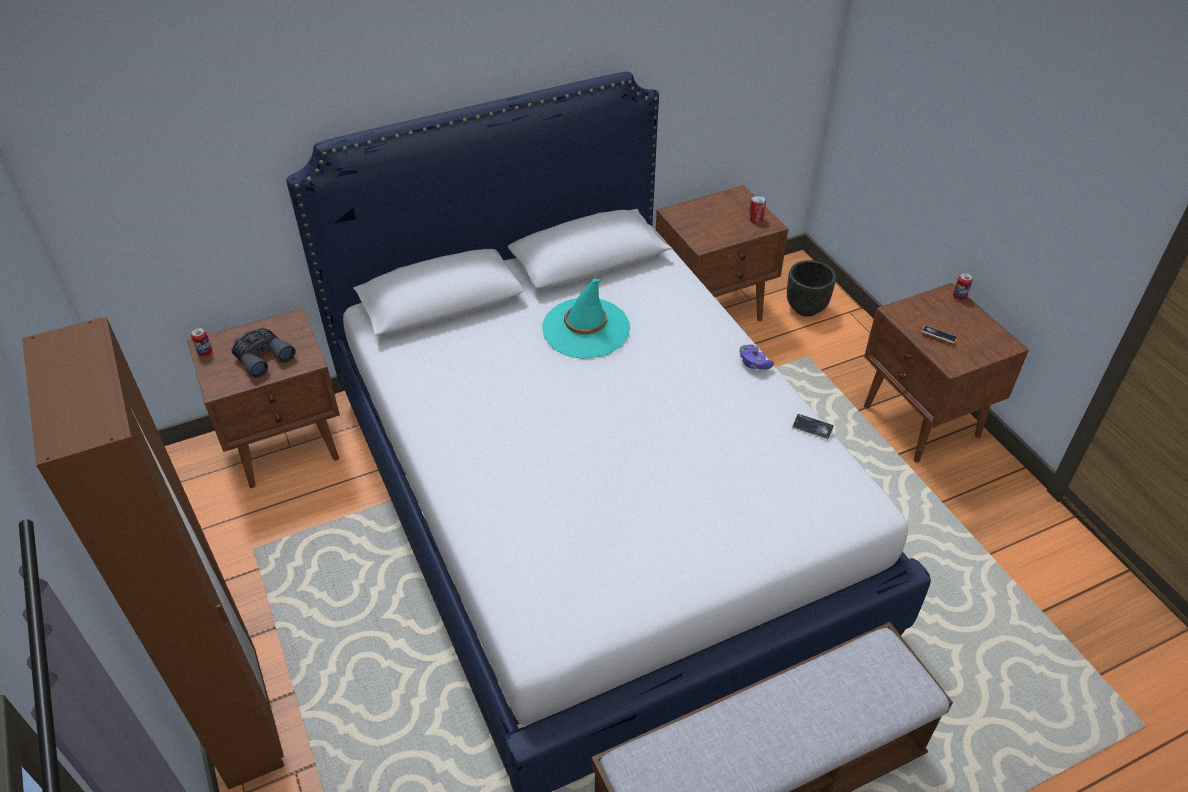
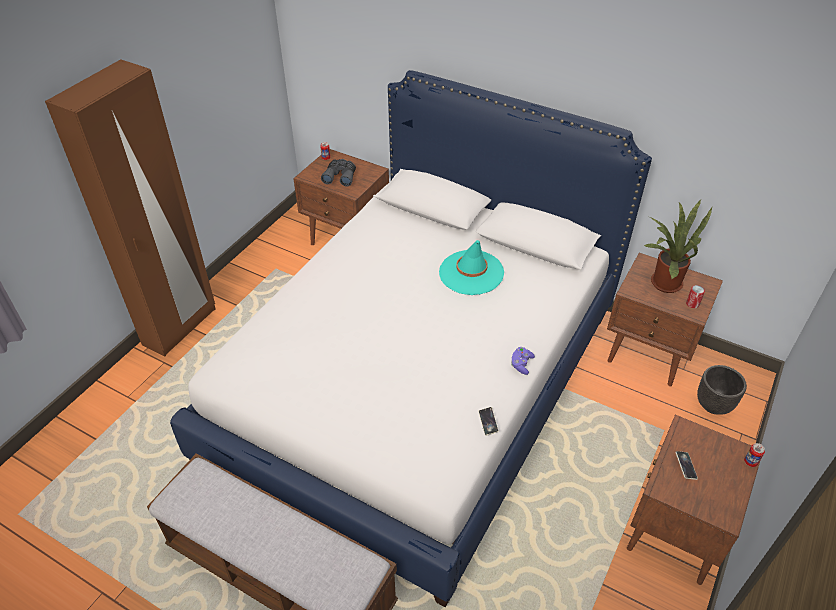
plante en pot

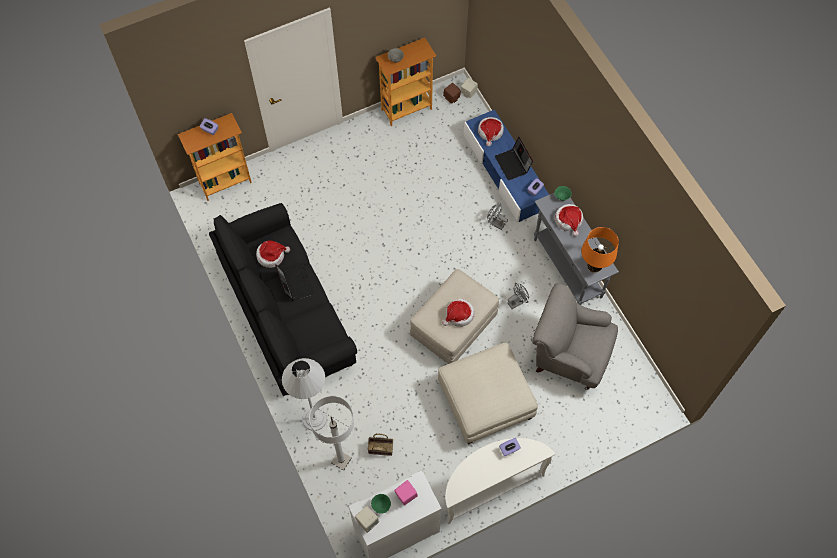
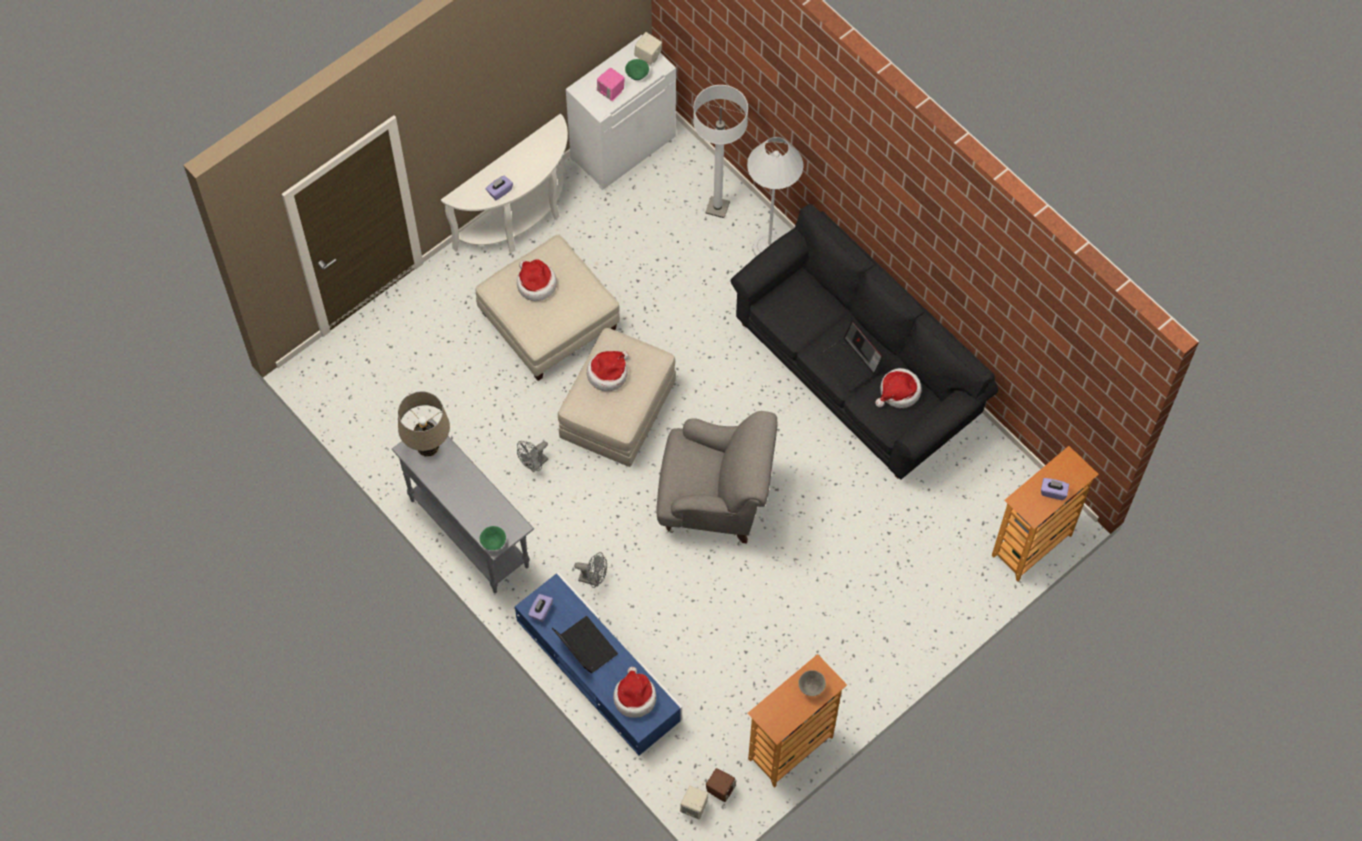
panier; fauteuil/gris; chapeau (no. 1 from left); lampe de table/beige

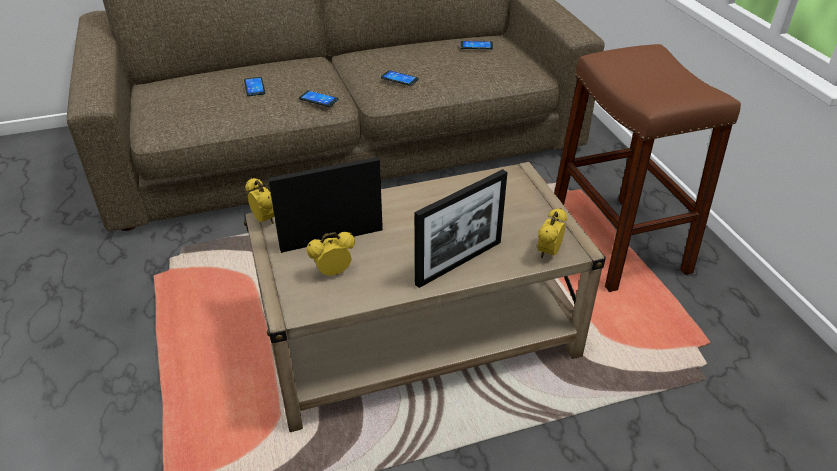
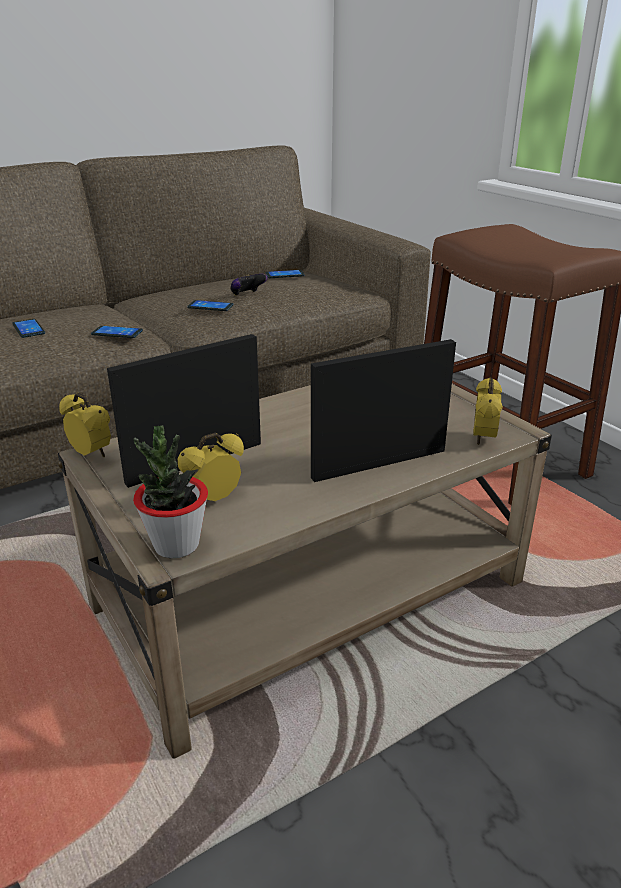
cadre photo (no. 2 from left); plante en pot; manette

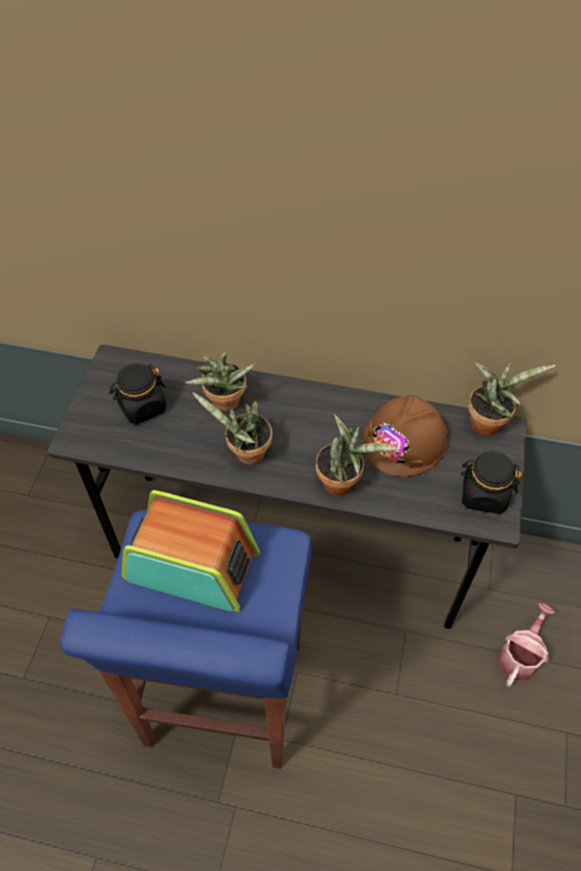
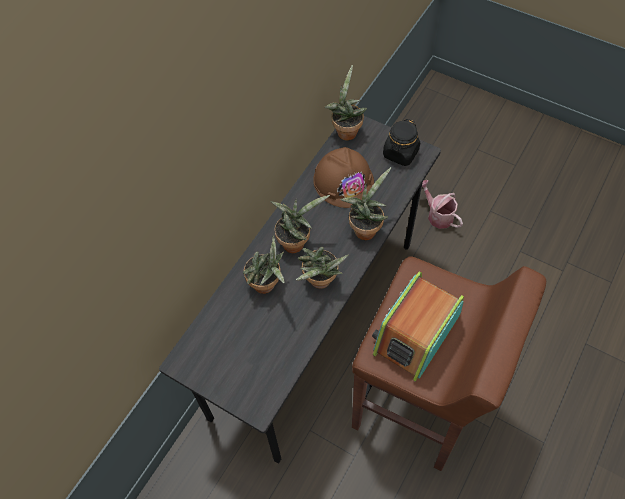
tabouret/marron; bocal/noir (no. 1 from left in the first image); plante en pot (no. 2 from left)

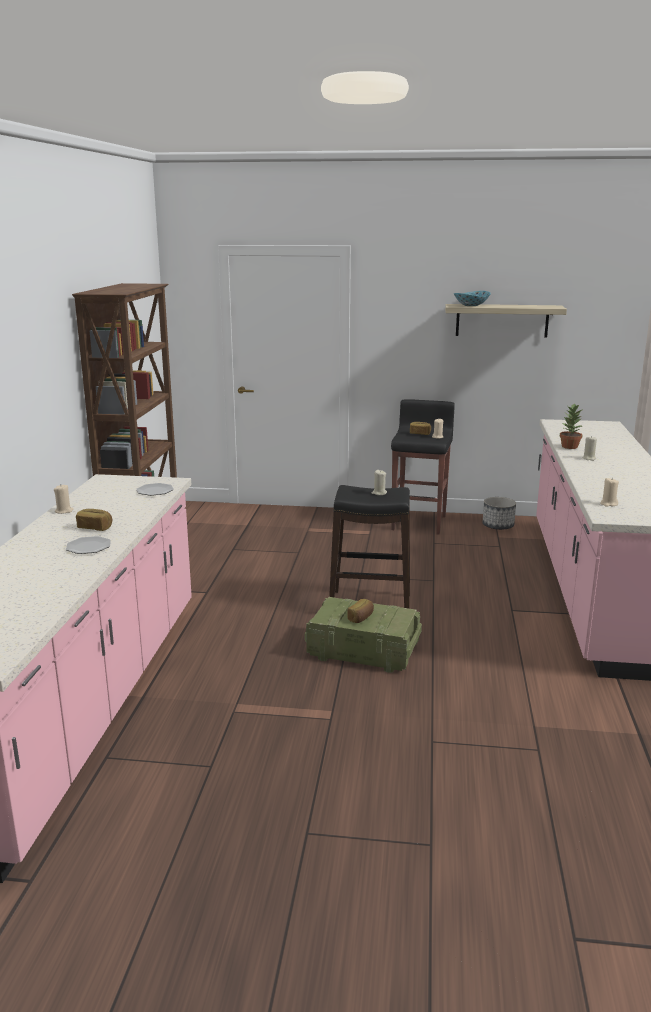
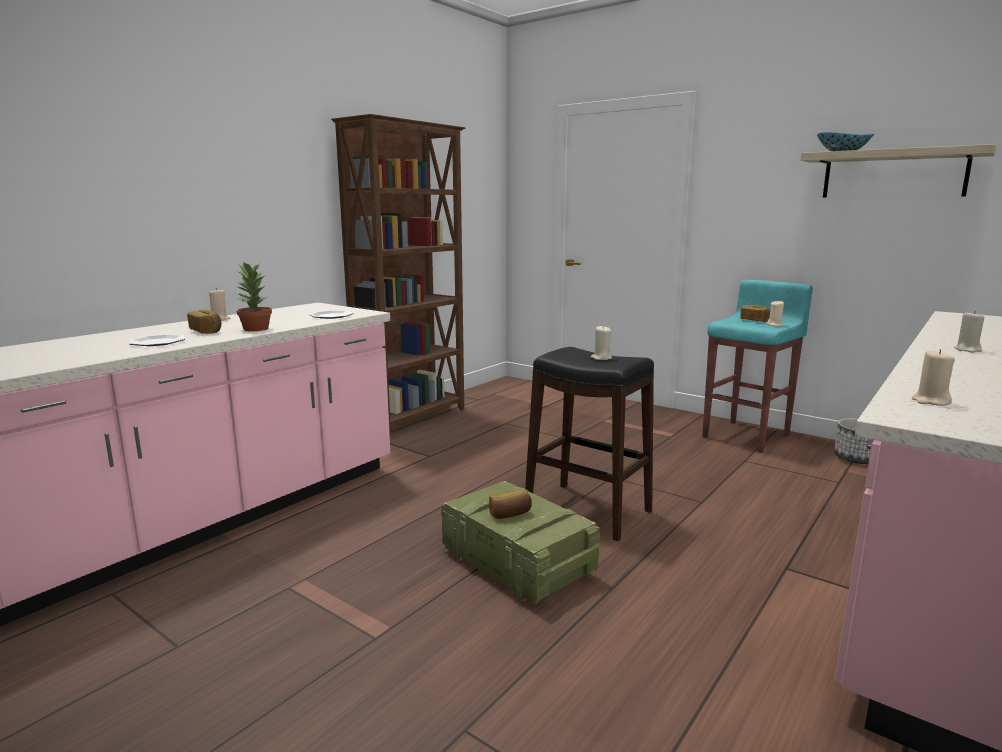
tabouret/turquoise; plante en pot

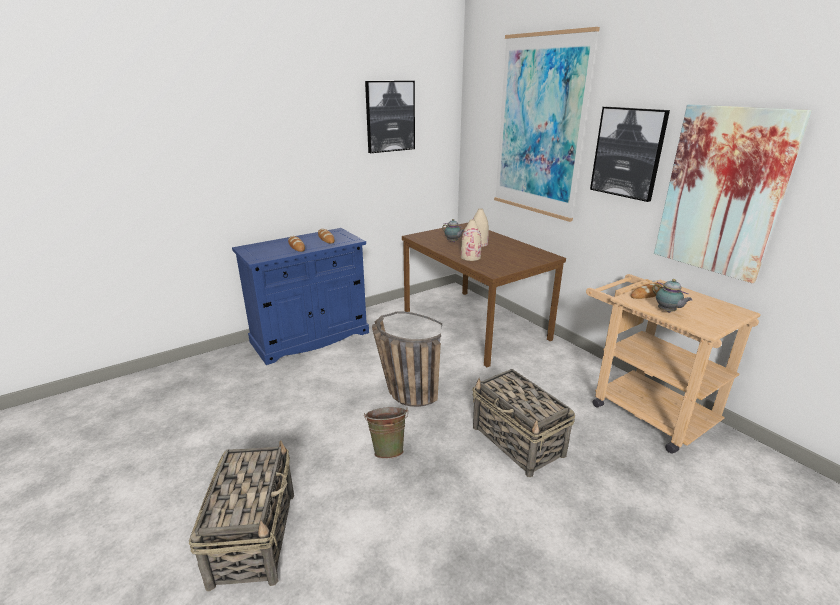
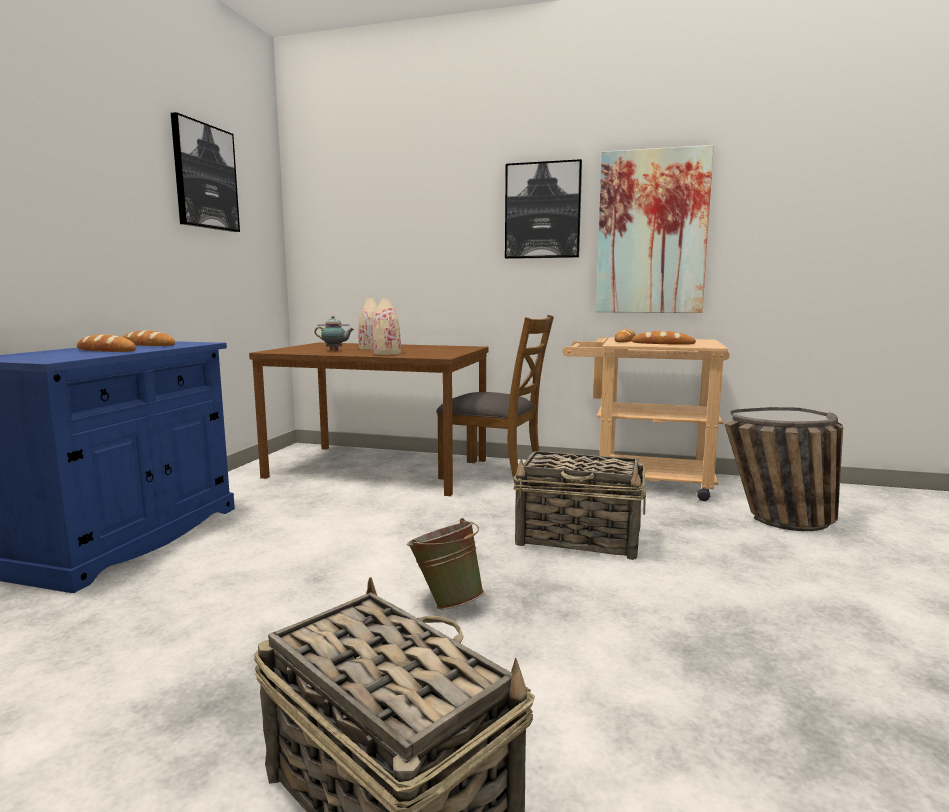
panier (no. 3 from left); tableau (no. 2 from left in the first image); pain (no. 4 from left); chaise/marron

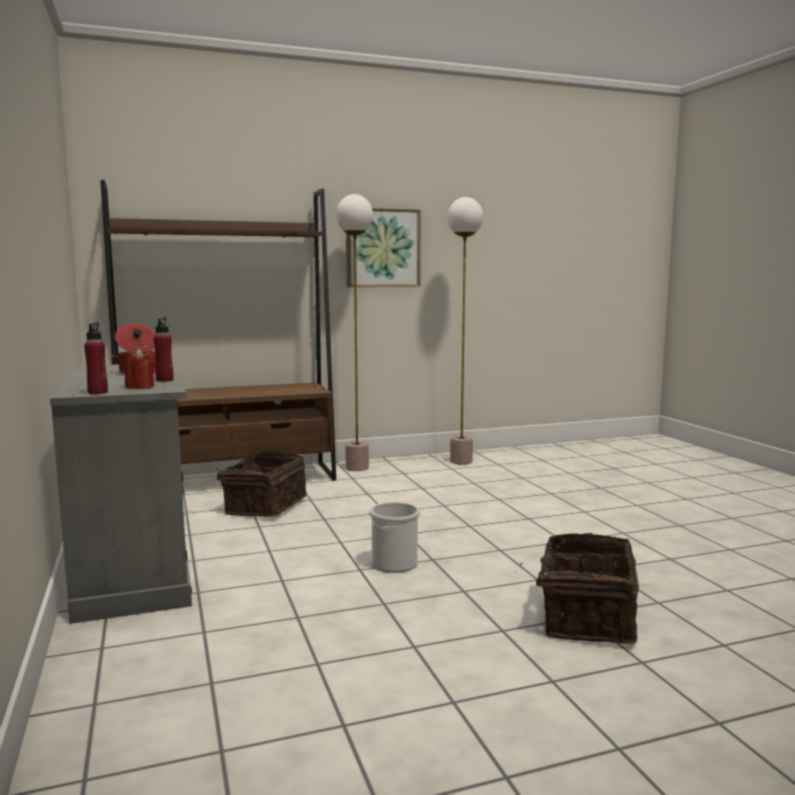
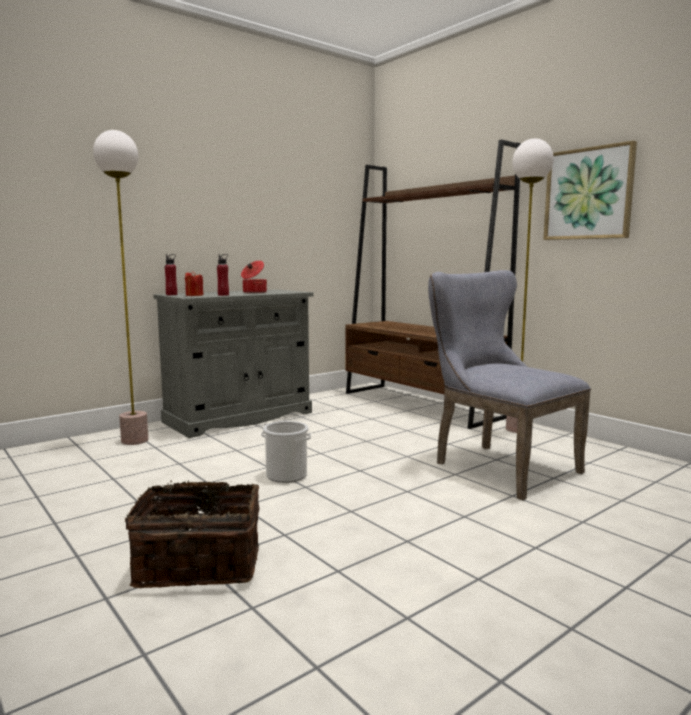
panier (no. 1 from left in the first image); lampadaire (no. 1 from left); chaise/gris

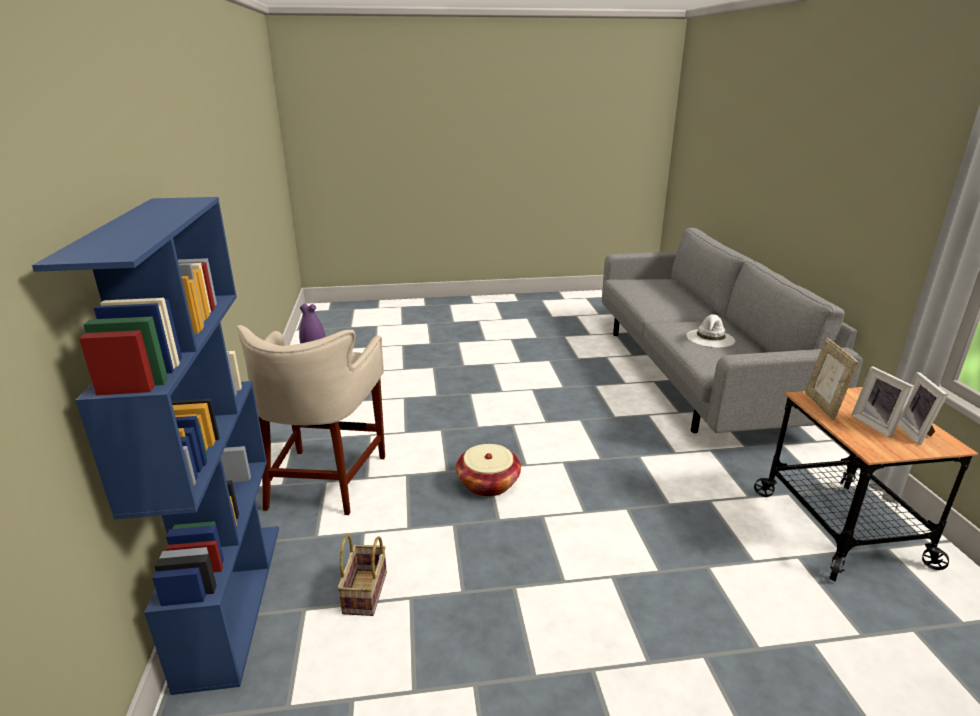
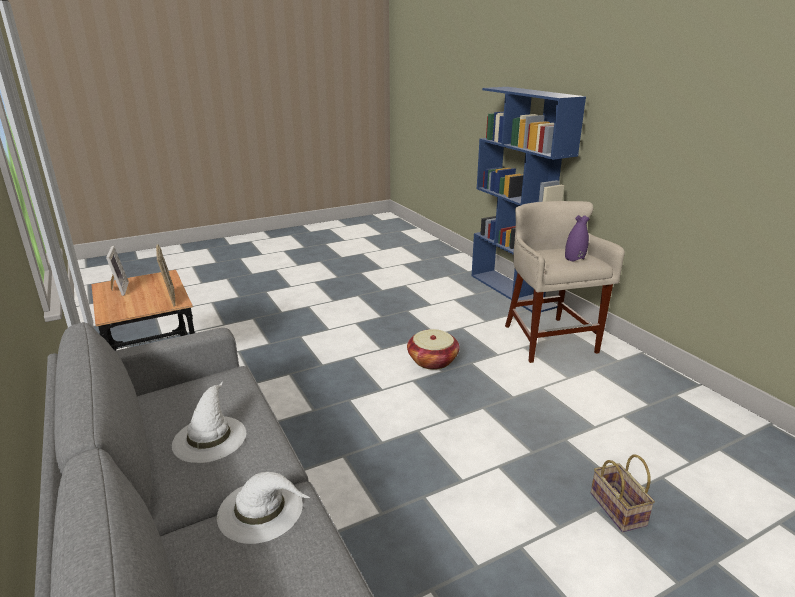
panier (no. 2 from left); cadre photo (no. 2 from left in the first image); chapeau/blanc (no. 2 from left)

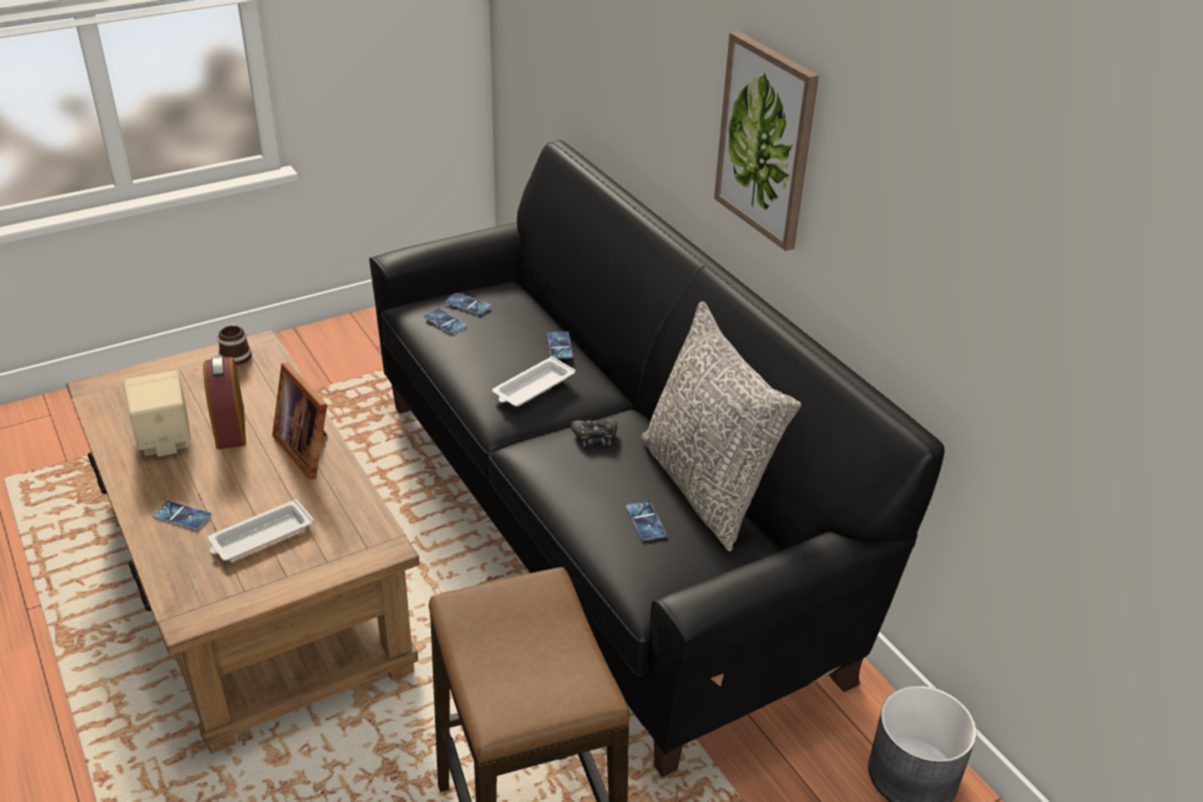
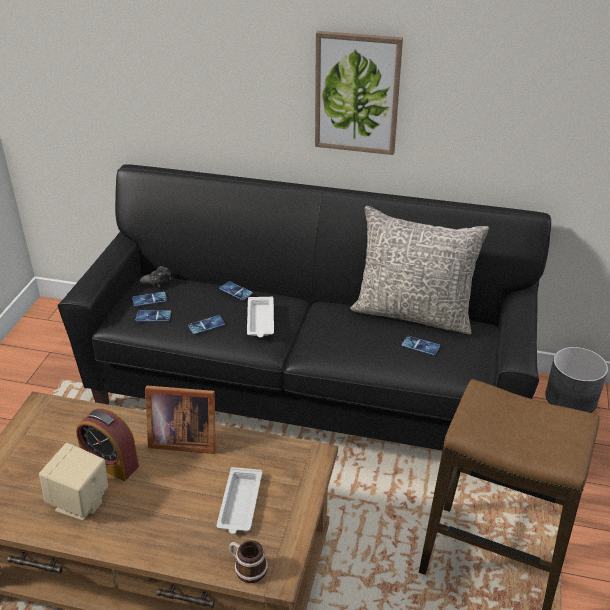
téléphone (no. 3 from left); mug; manette/noir

